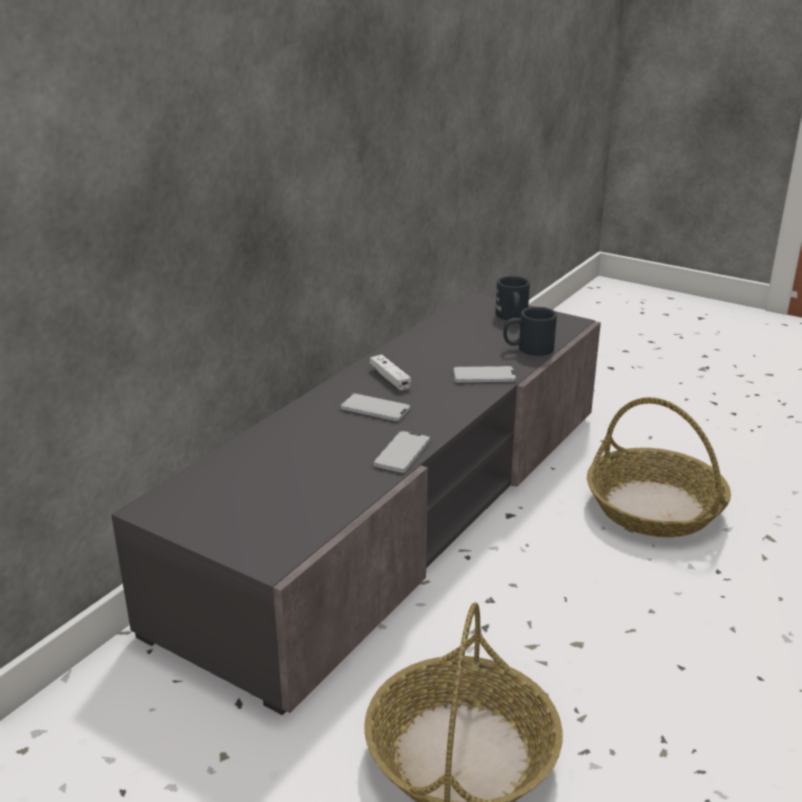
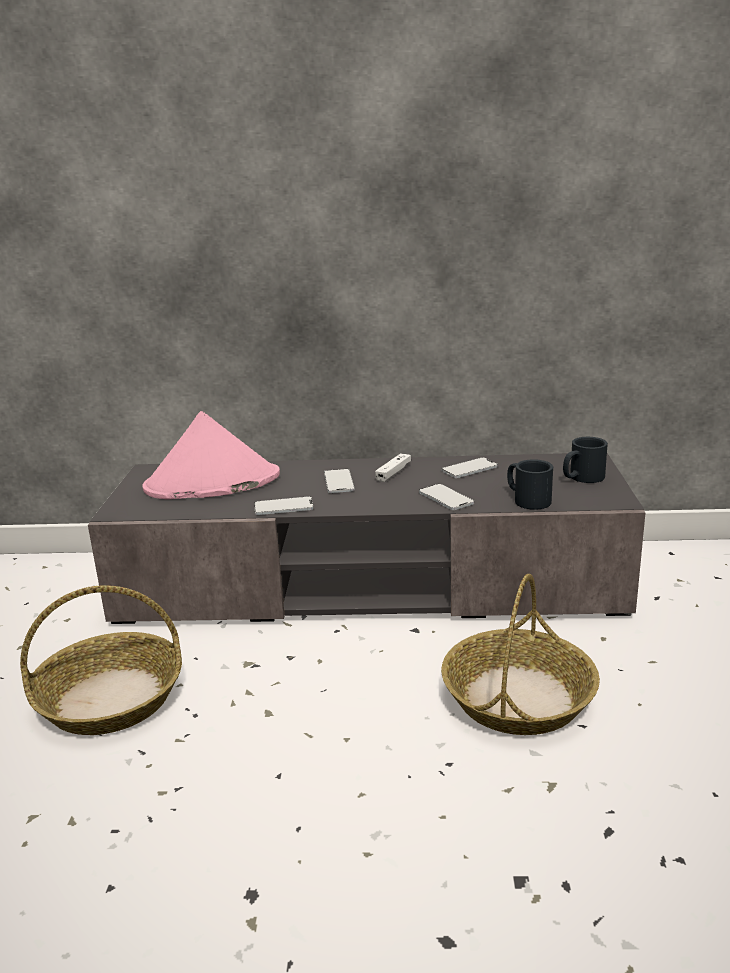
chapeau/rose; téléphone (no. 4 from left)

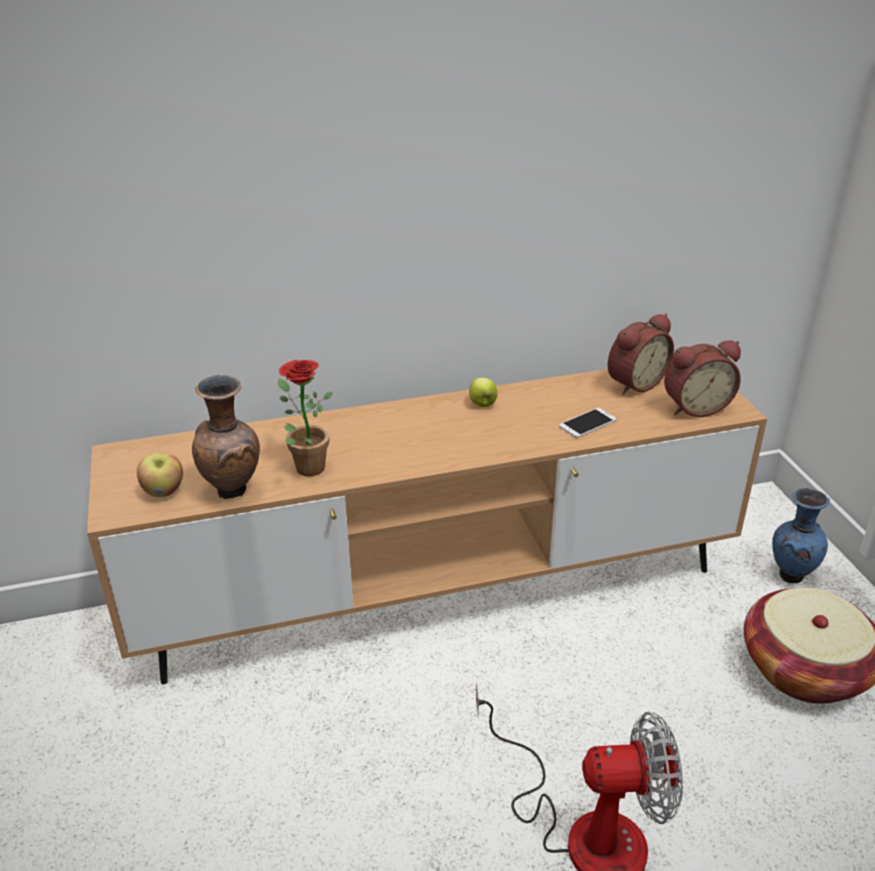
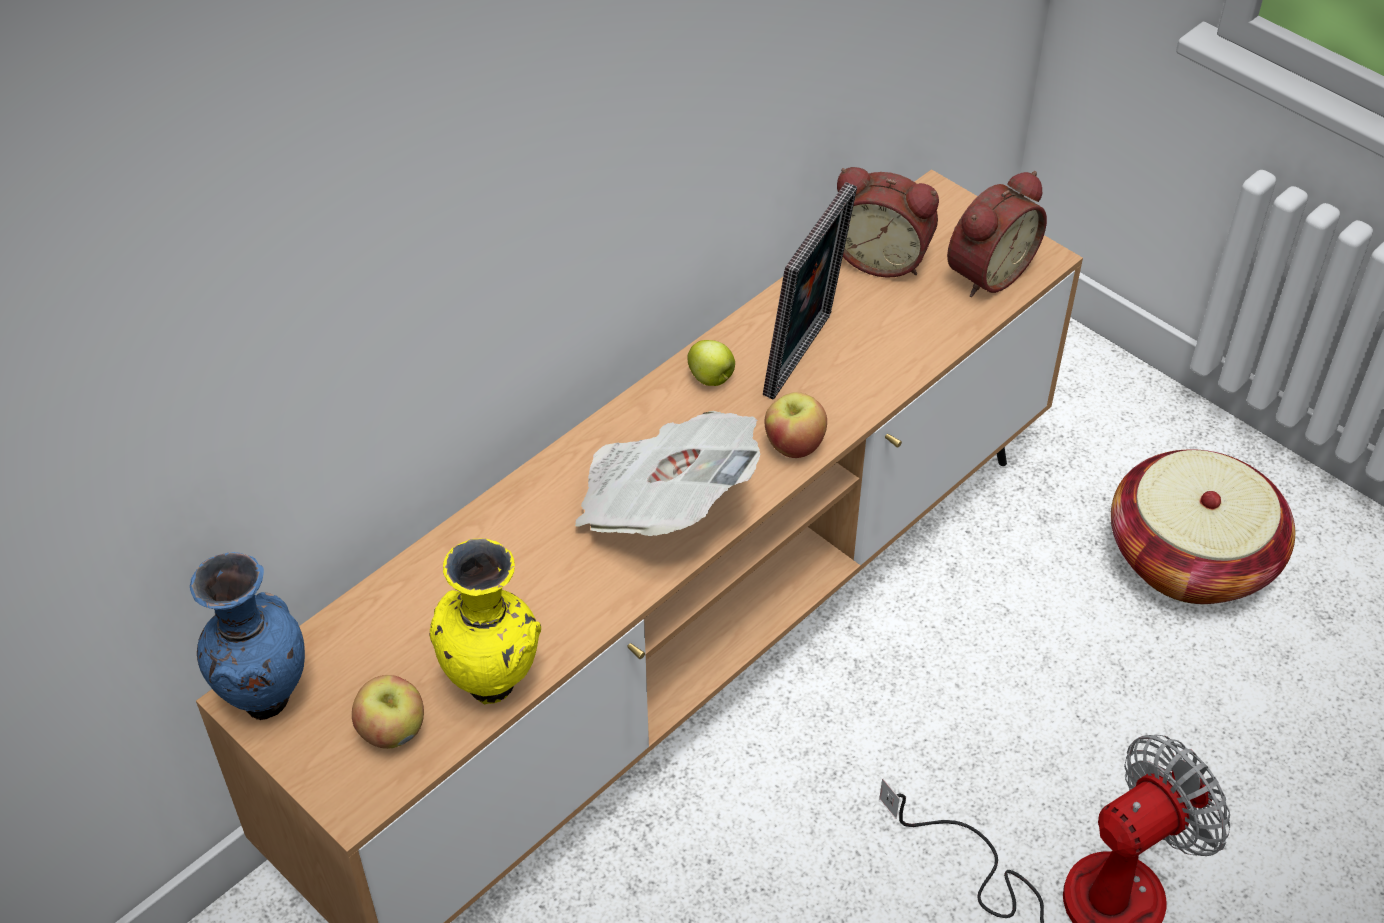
vase/jaune; plante en pot; téléphone; réveil (no. 1 from left); vase/bleu; journal; cadre photo; pomme (no. 3 from left)

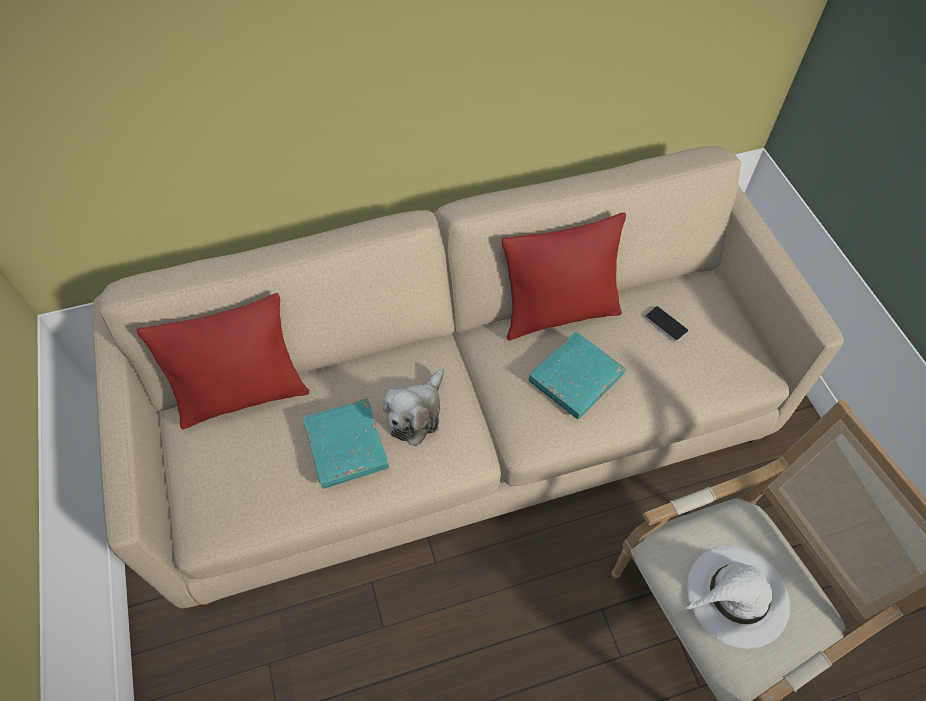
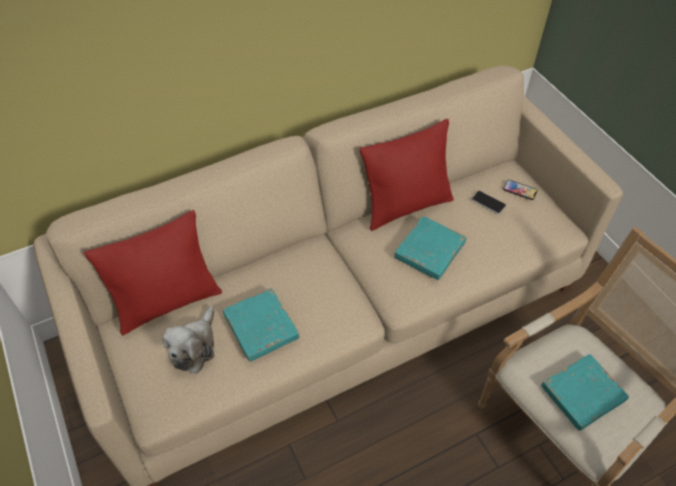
peluche; livre/turquoise (no. 3 from left); téléphone (no. 2 from left)

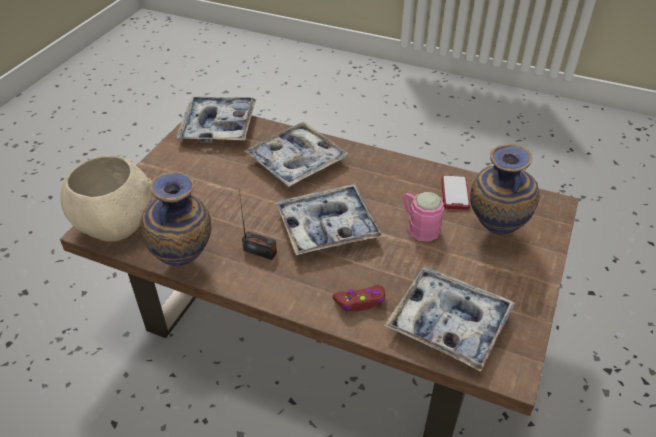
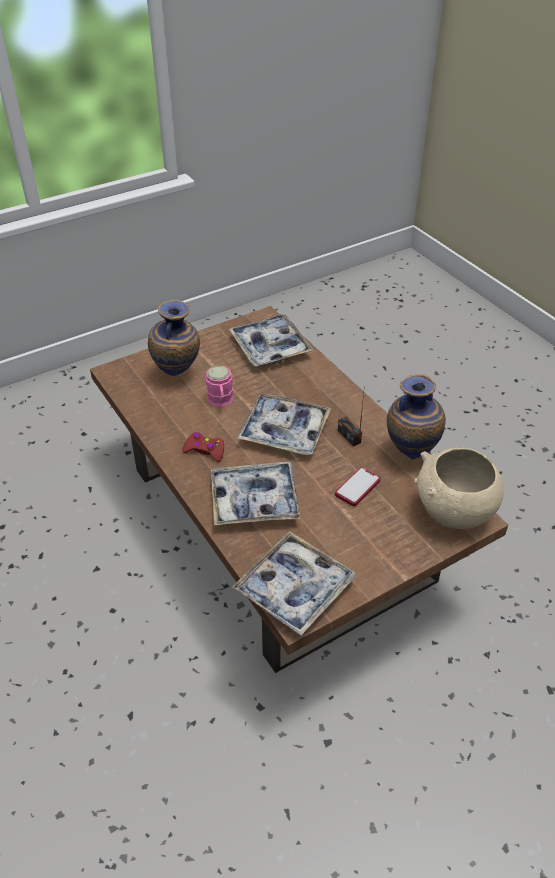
manette/rouge; téléphone

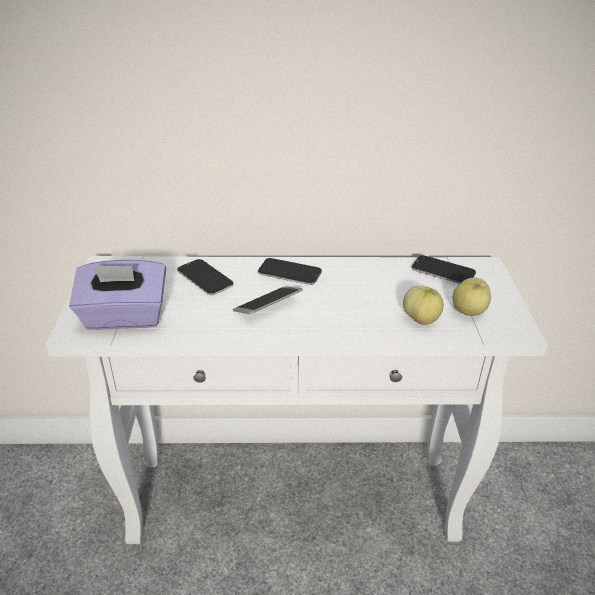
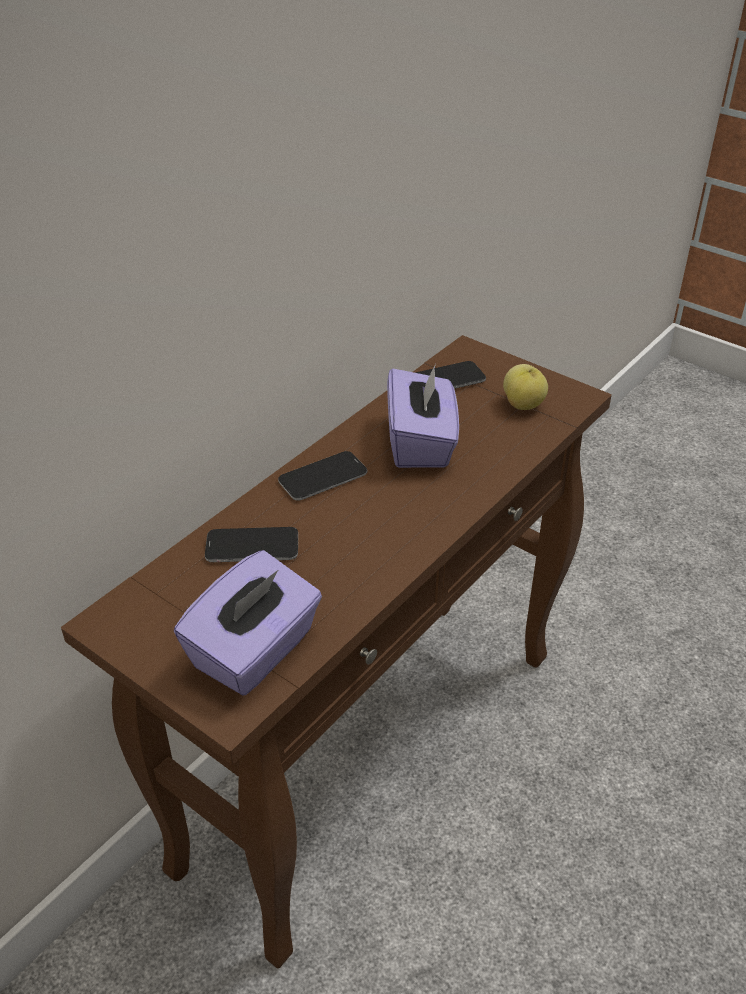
table console/marron; téléphone (no. 2 from left in the first image); pomme (no. 1 from left in the first image); boîte à mouchoirs/violet (no. 2 from left)

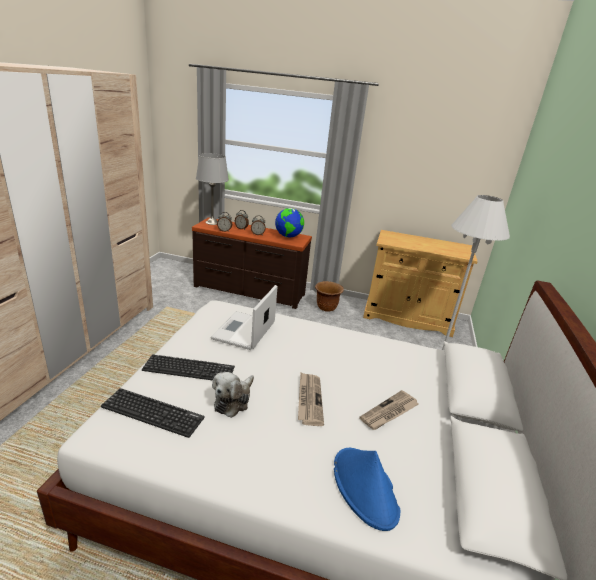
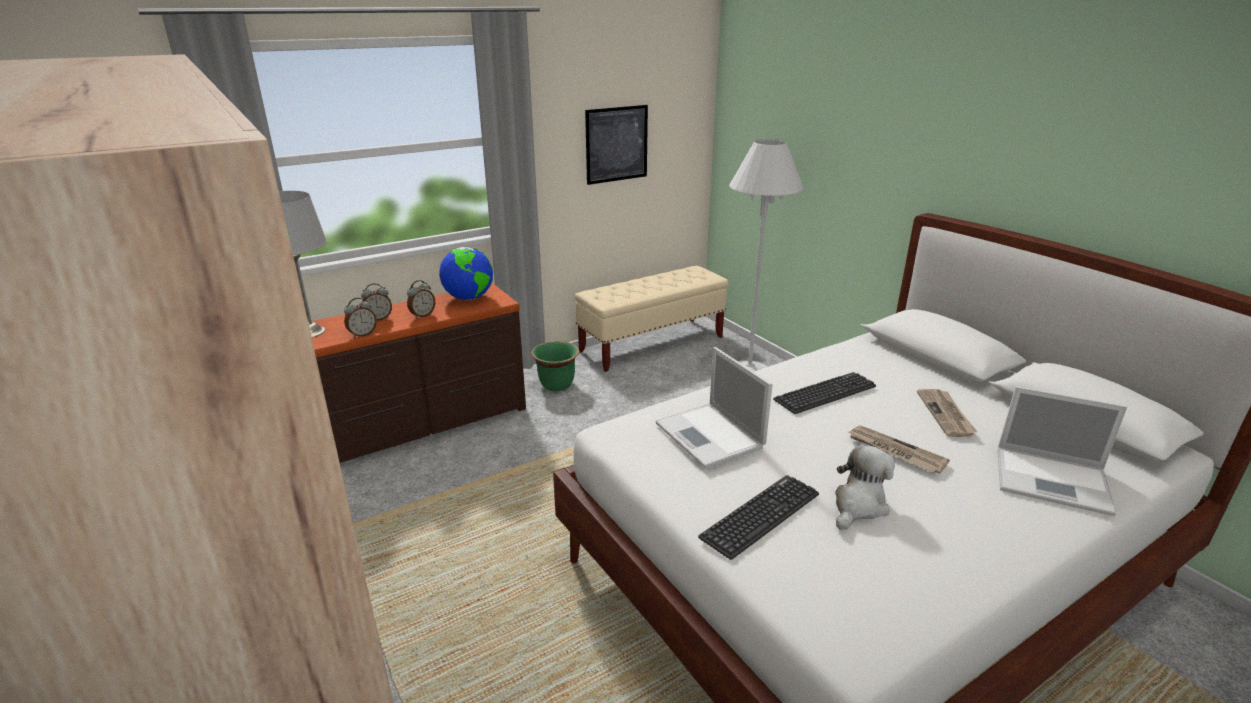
clavier (no. 2 from left); peluche; cache-pot/vert; ordinateur portable (no. 2 from left); banc/beige; tableau

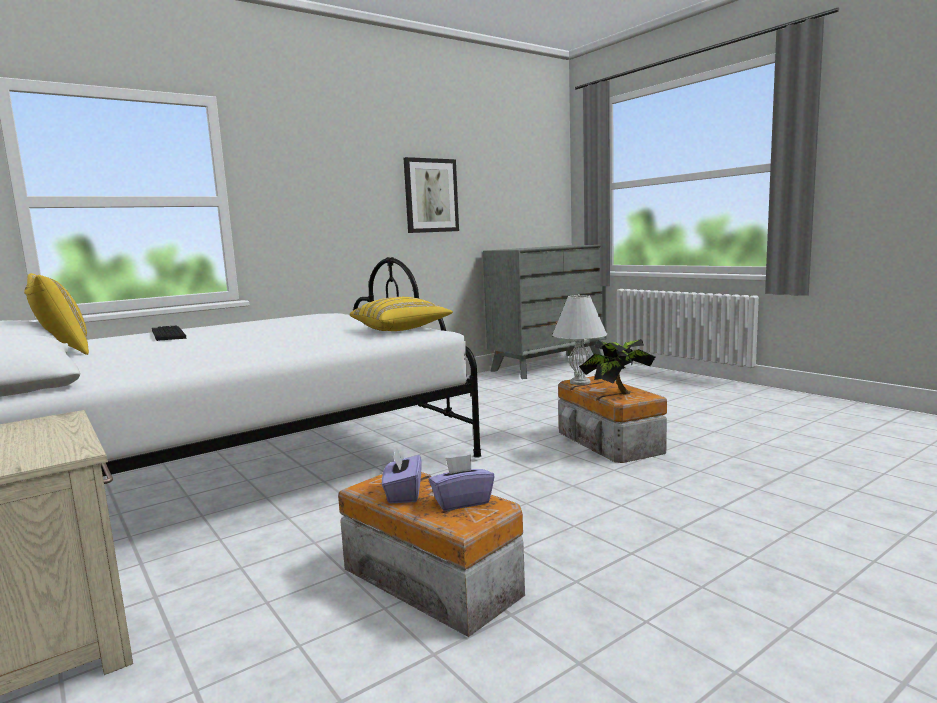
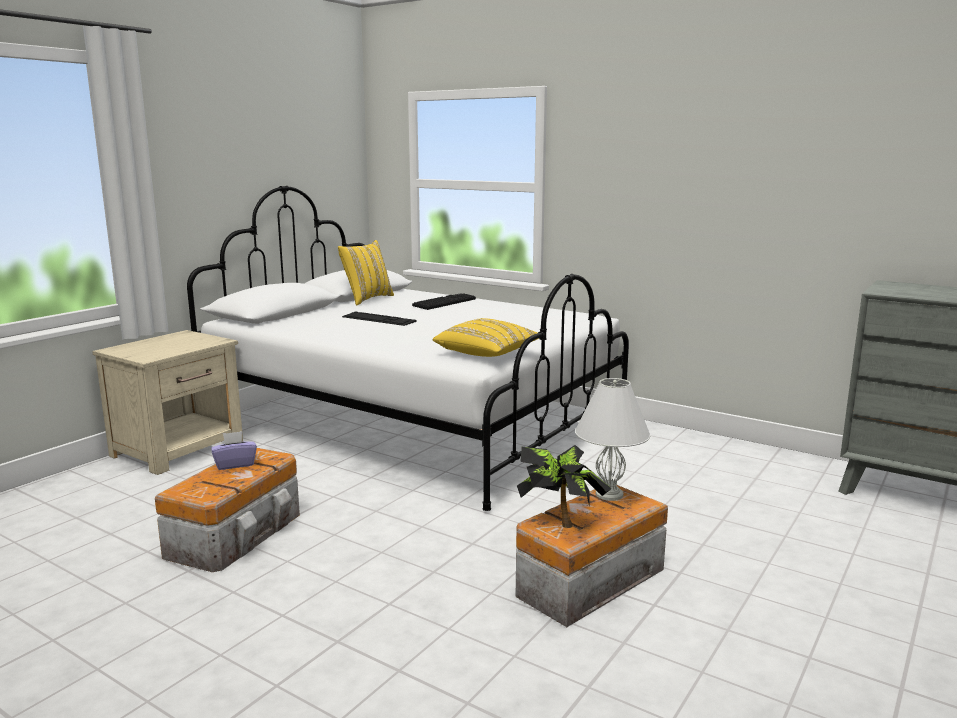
tableau; boîte à mouchoirs/violet (no. 2 from left in the first image); clavier (no. 1 from left)

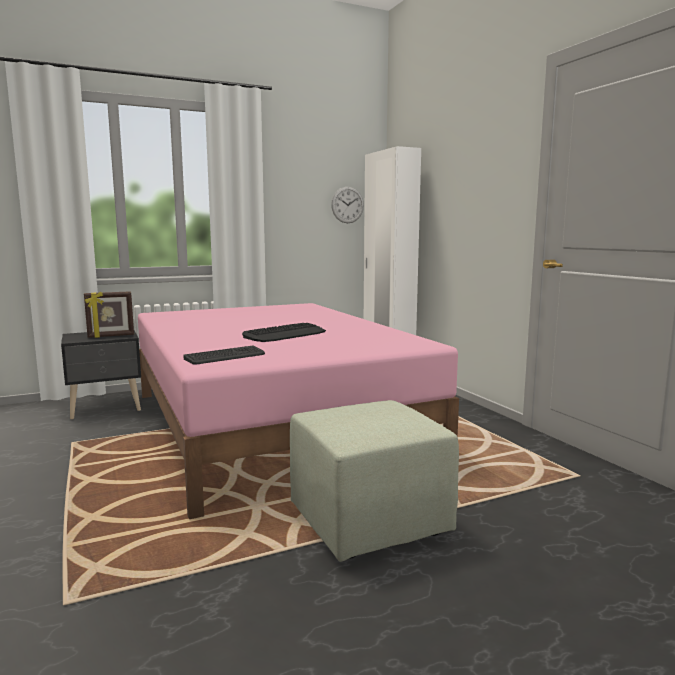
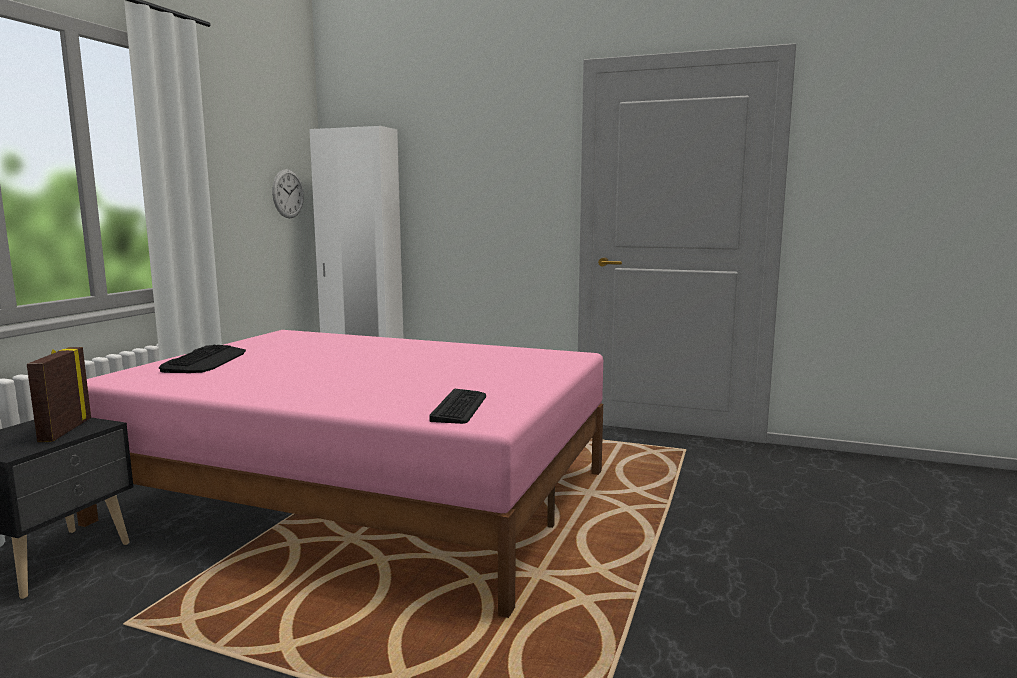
cadre photo; clavier (no. 1 from left); pouf/vert

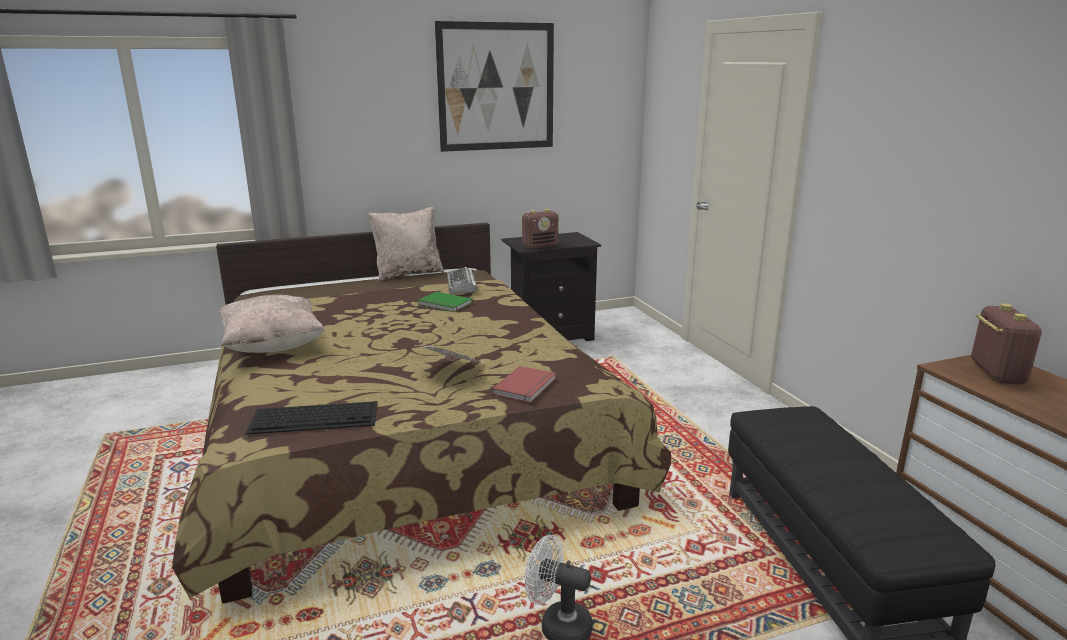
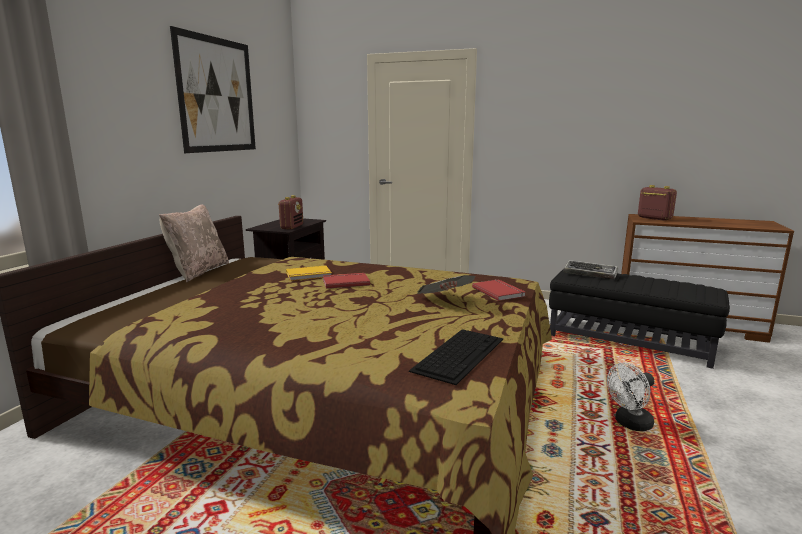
coussin/beige (no. 1 from left in the first image); livre/jaune; clavier (no. 2 from left); livre/rouge (no. 1 from left)

